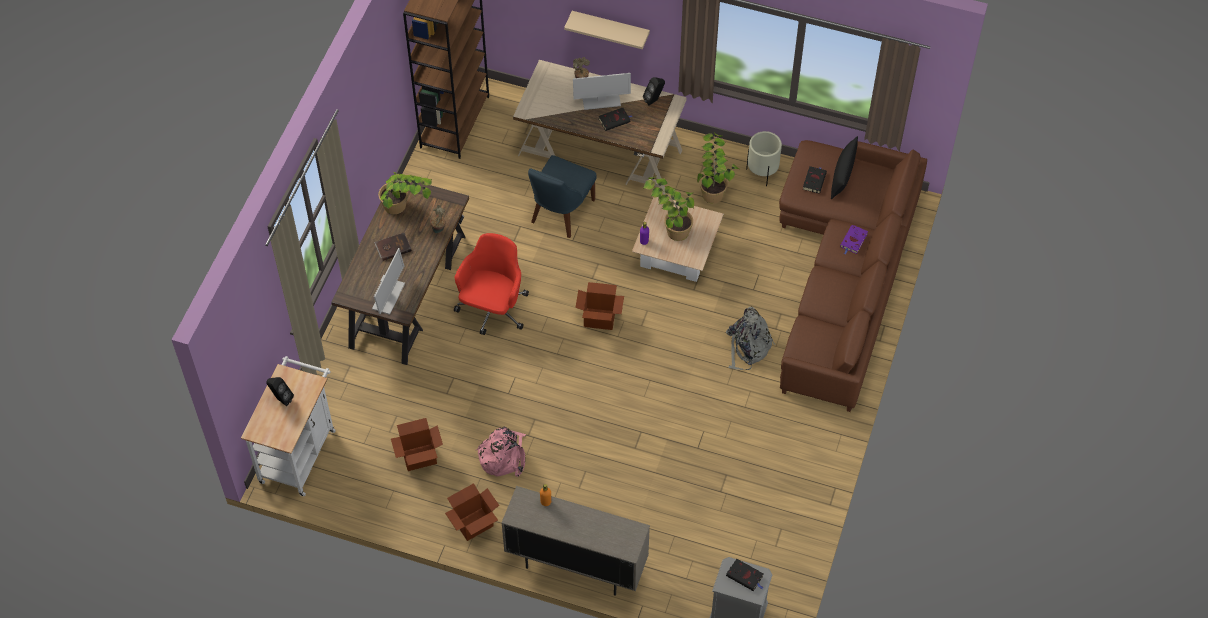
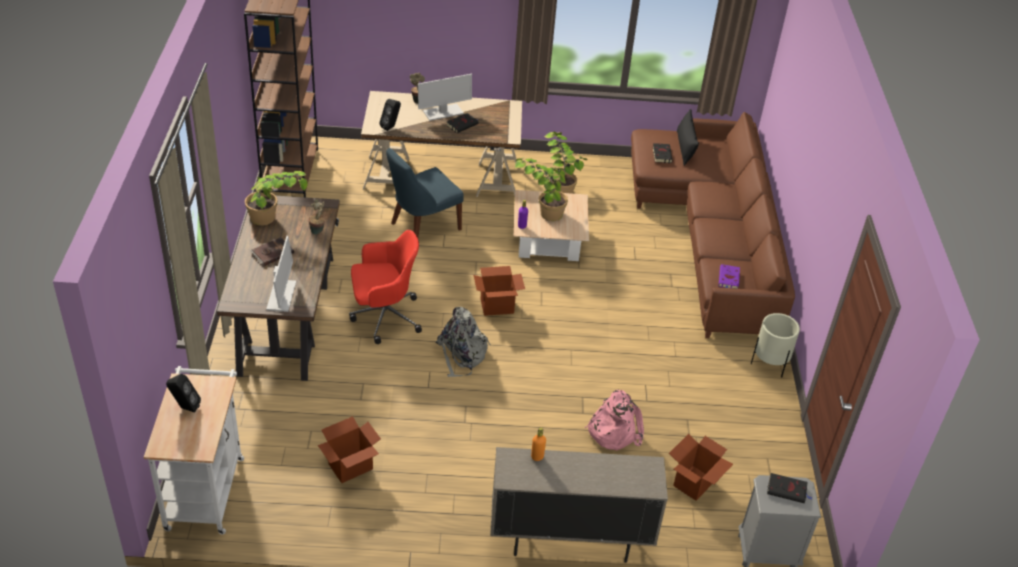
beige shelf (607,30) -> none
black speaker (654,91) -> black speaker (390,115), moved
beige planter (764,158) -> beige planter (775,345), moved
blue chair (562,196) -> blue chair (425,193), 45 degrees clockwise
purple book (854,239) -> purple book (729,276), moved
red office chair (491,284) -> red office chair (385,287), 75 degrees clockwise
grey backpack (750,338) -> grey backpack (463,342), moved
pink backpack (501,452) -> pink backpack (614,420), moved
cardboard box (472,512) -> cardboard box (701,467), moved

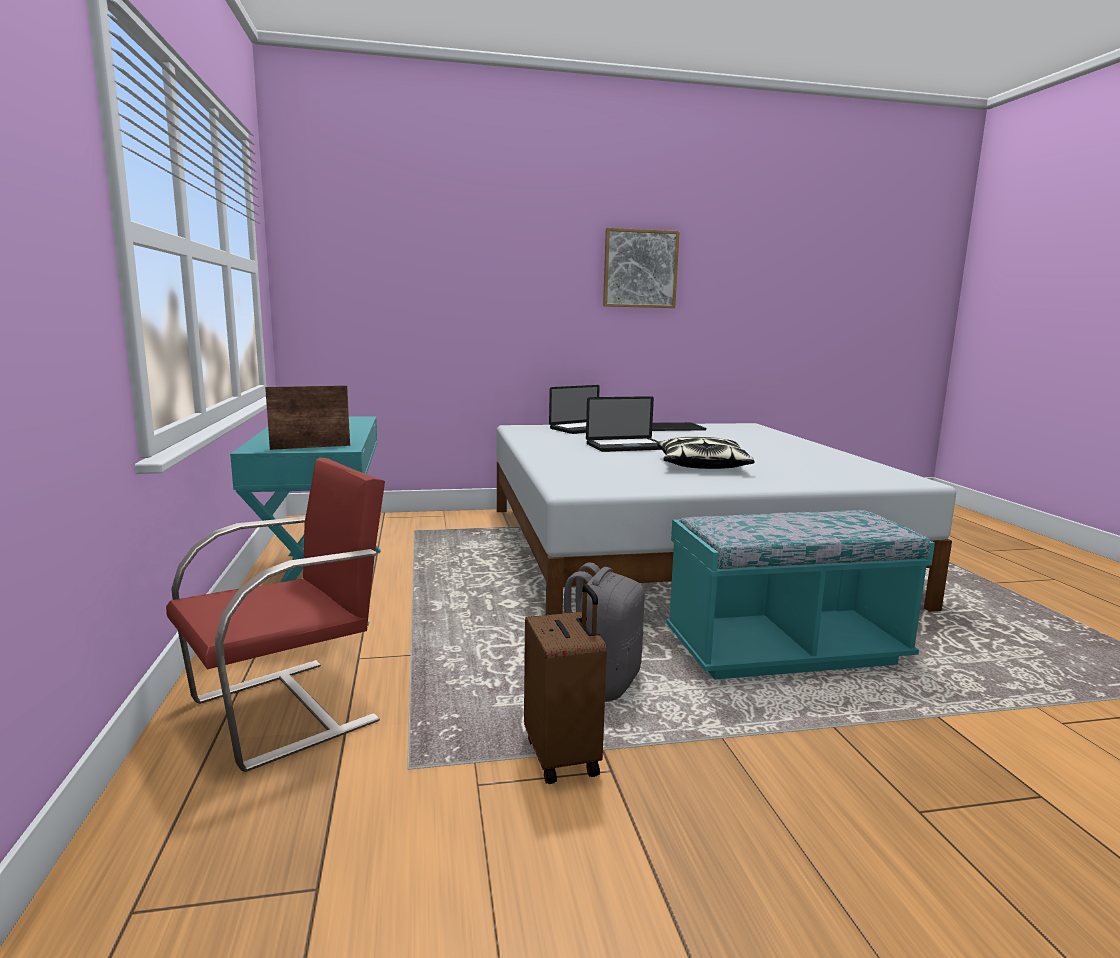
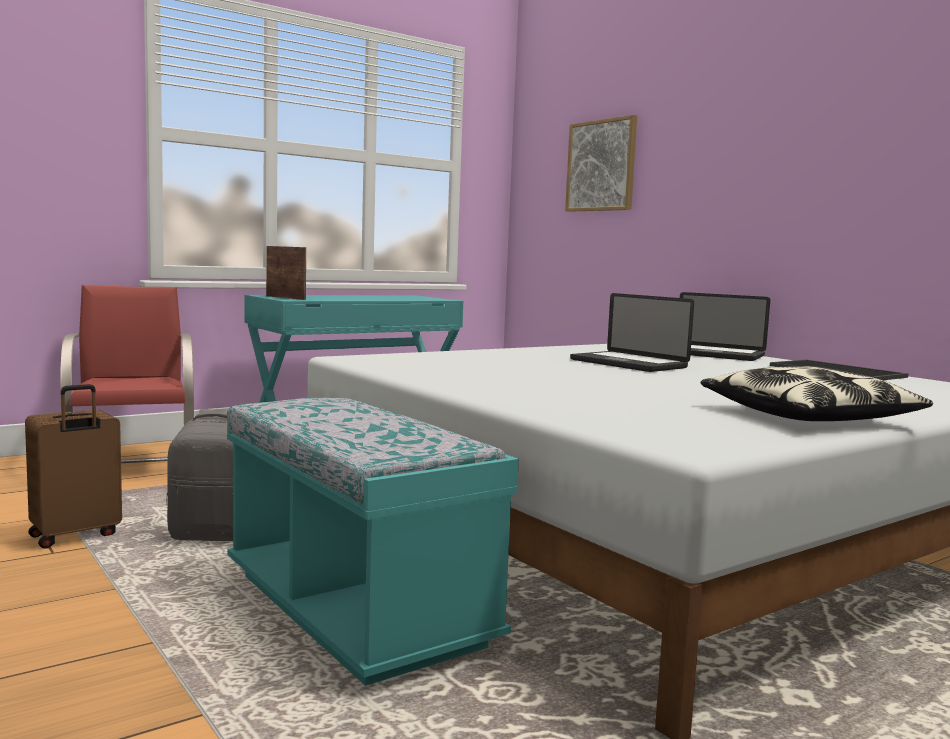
picture (641,268) -> picture (601,163), moved
pillow (706,453) -> pillow (817,393), moved
red chair (275,614) -> red chair (127,374), 135 degrees counterclockwise

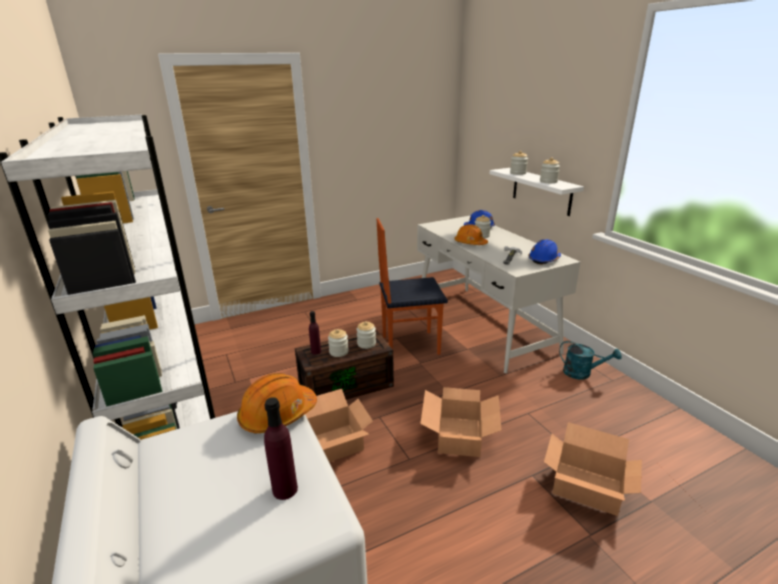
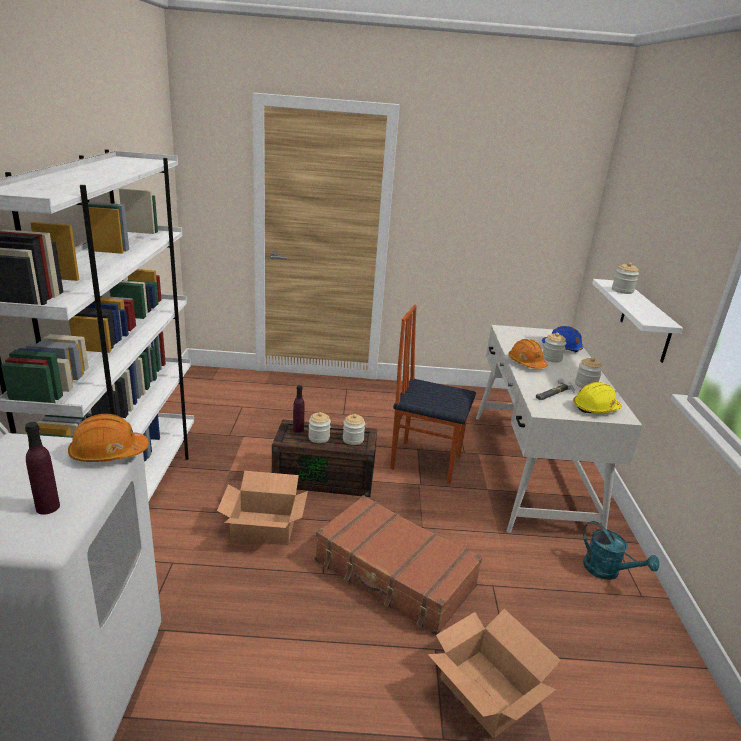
jar (550,170) -> jar (589,372), moved
blue hard hat (545,251) -> yellow hard hat (597,397)
cardboard box (461,422) -> brown suitcase (398,565)

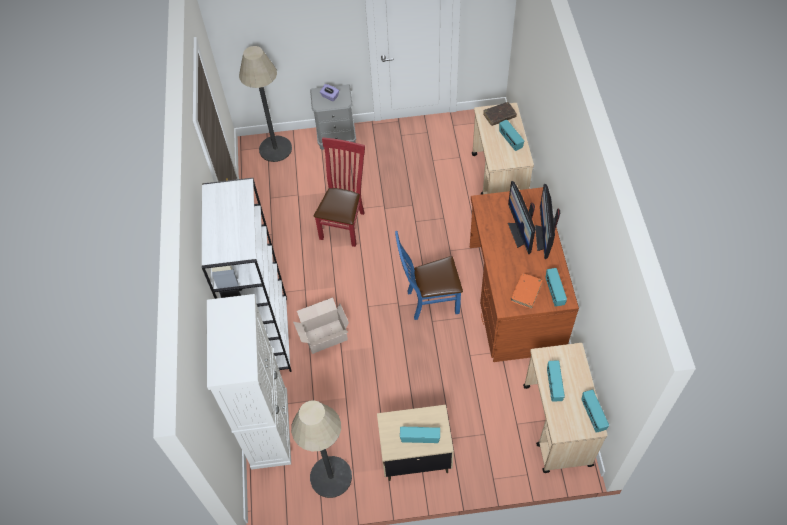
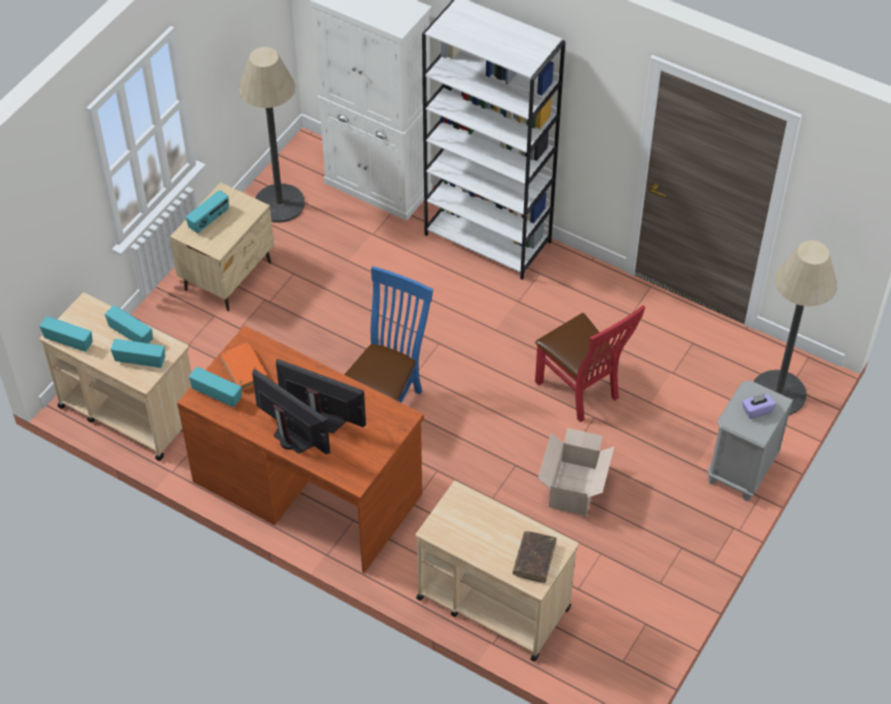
radio (511,135) -> radio (138,353), moved
cardboard box (321,325) -> cardboard box (576,472), moved

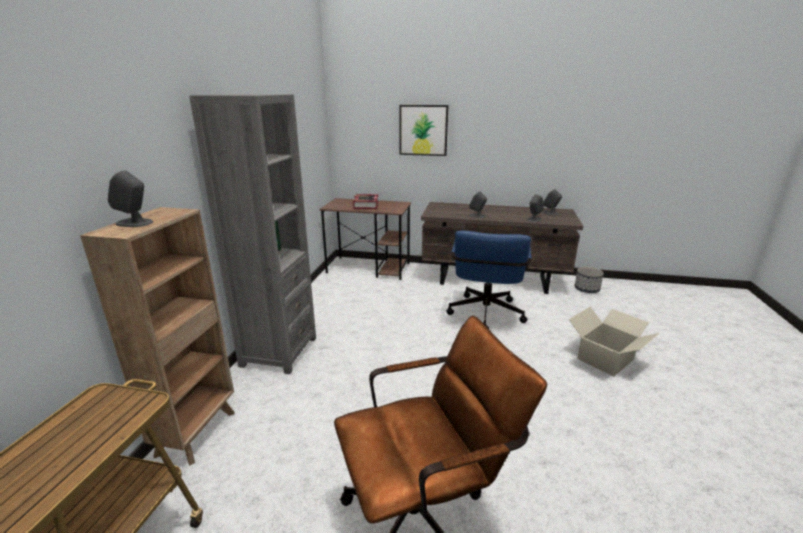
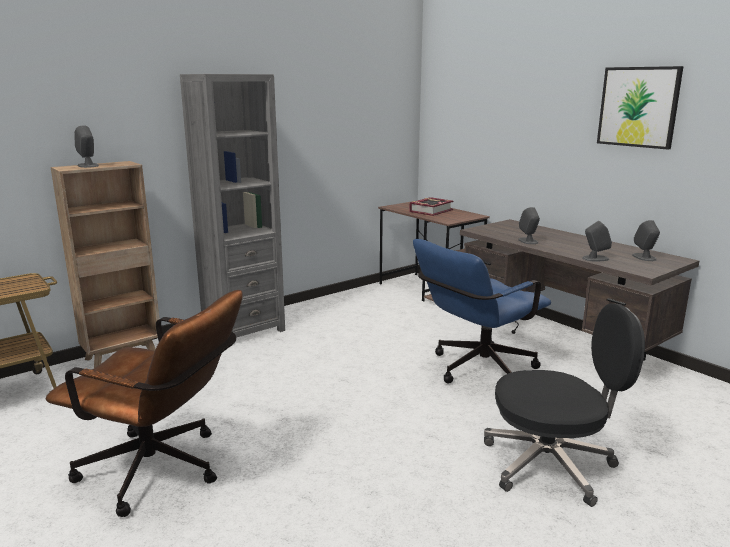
picture (424,130) -> picture (640,108), moved
planter (589,280) -> none
cardboard box (614,342) -> black office chair (564,405)

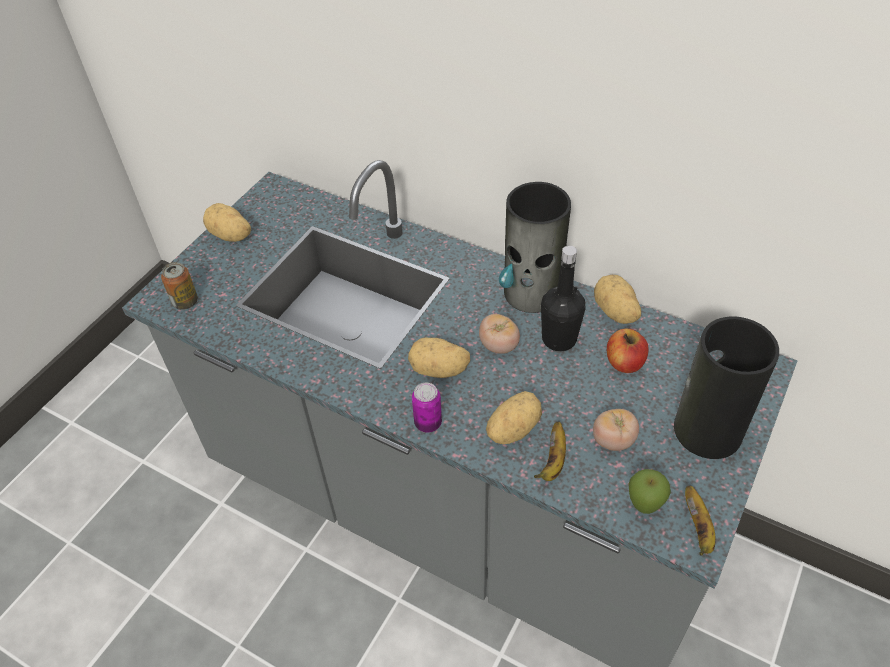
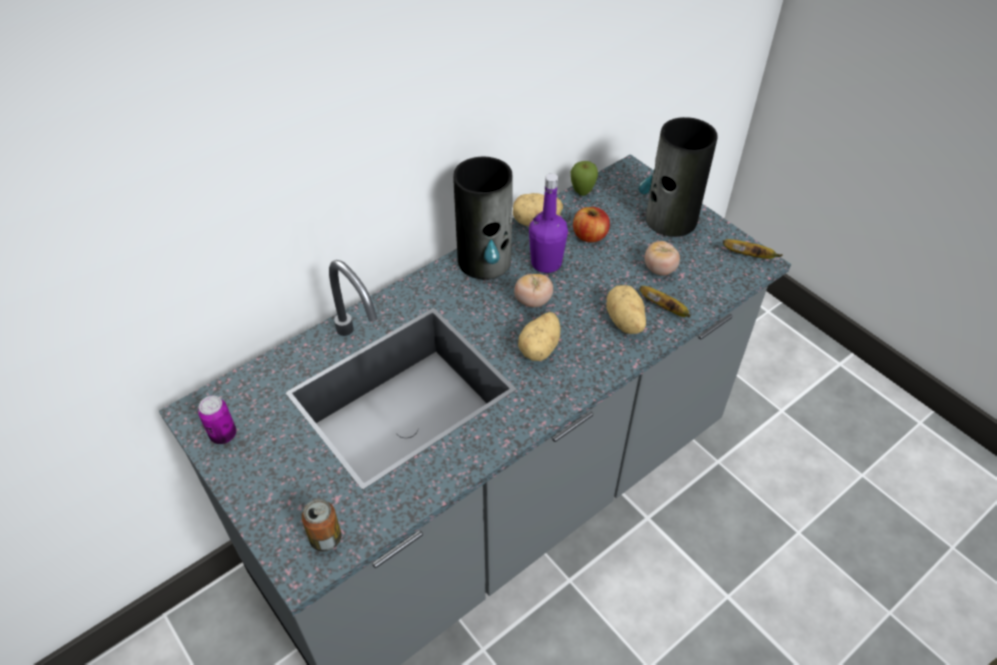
potato (227,222) -> none
black bottle (563,298) -> purple bottle (548,223)
can (427,408) -> can (217,420), moved
apple (650,491) -> apple (584,178), moved

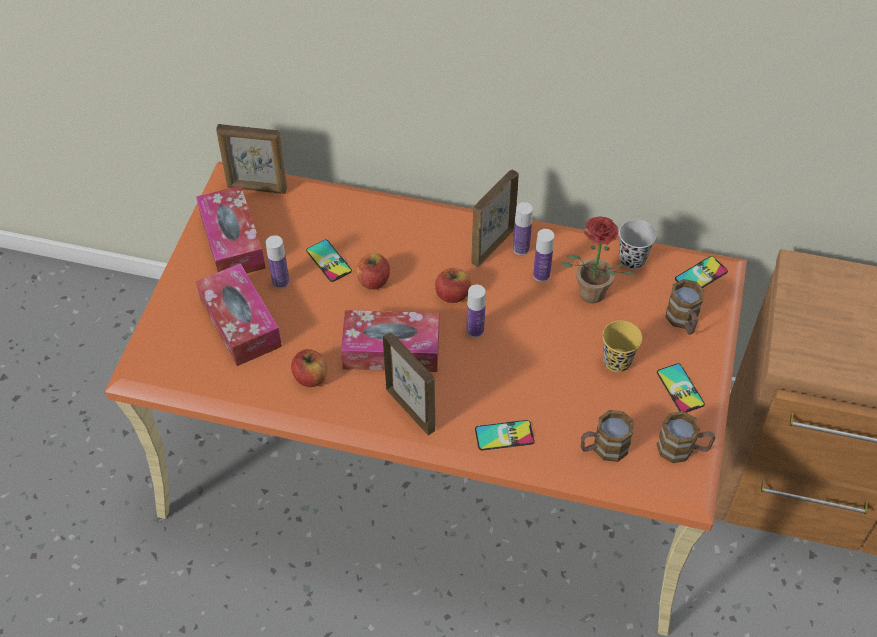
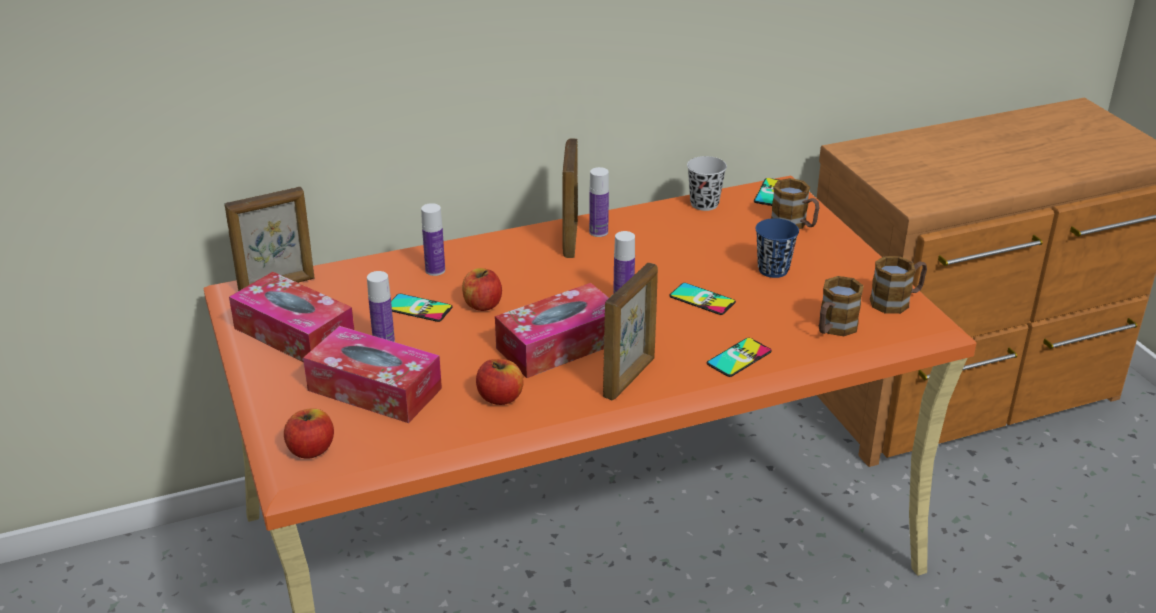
potted plant (598,260) -> none
bottle (543,255) -> bottle (433,239), moved
apple (453,285) -> apple (309,433), moved
yellow cup (622,346) -> blue cup (777,248)
picture frame (409,383) -> picture frame (630,331), 105 degrees clockwise
phone (681,388) -> phone (703,299), moved

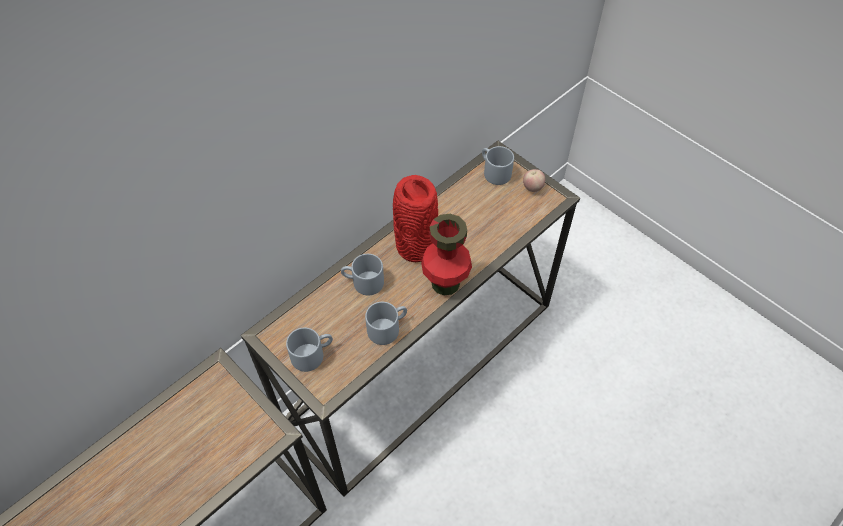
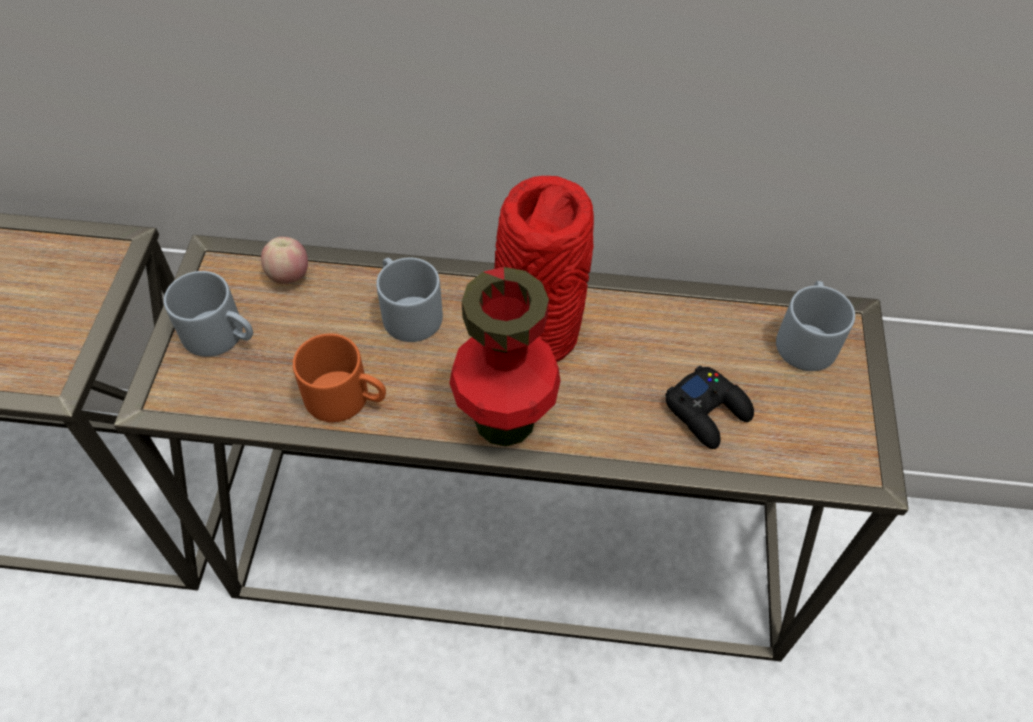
apple (534,180) -> apple (284,260), moved
grey mug (386,323) -> orange mug (339,378)
none -> black game controller (710,407)

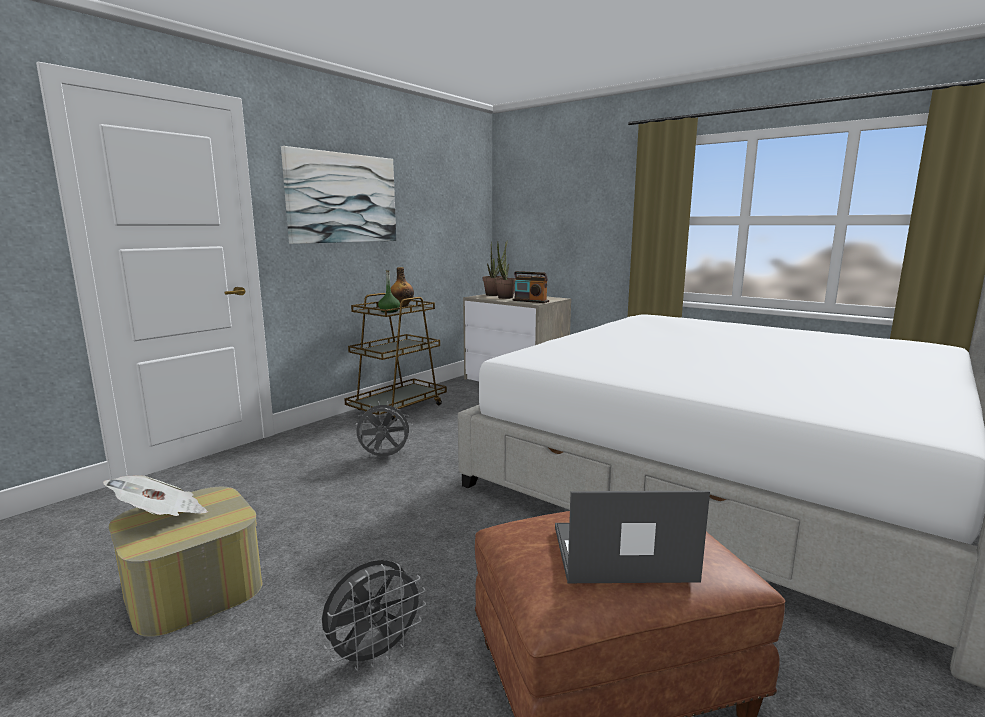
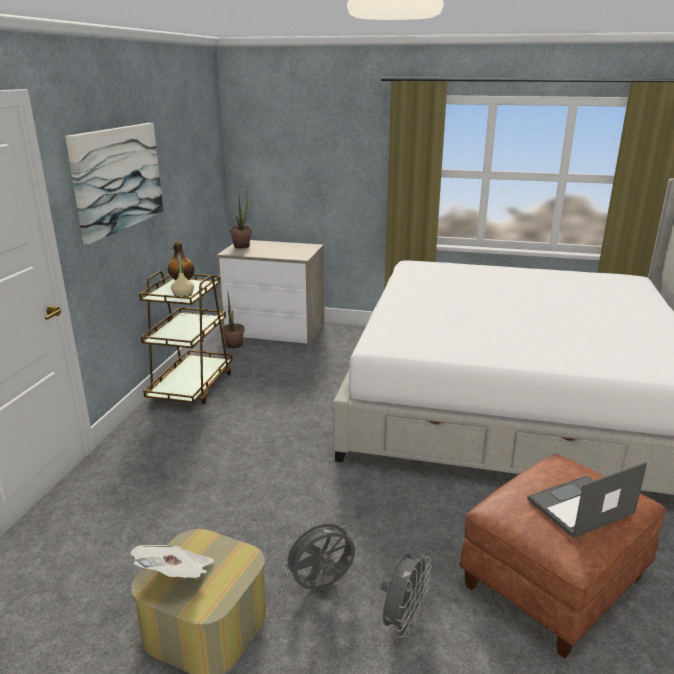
potted plant (505,270) -> potted plant (233,319), moved
green bottle (389,291) -> beige bottle (182,275)
radio (531,287) -> none
grey fan (384,428) -> grey fan (318,553), moved

